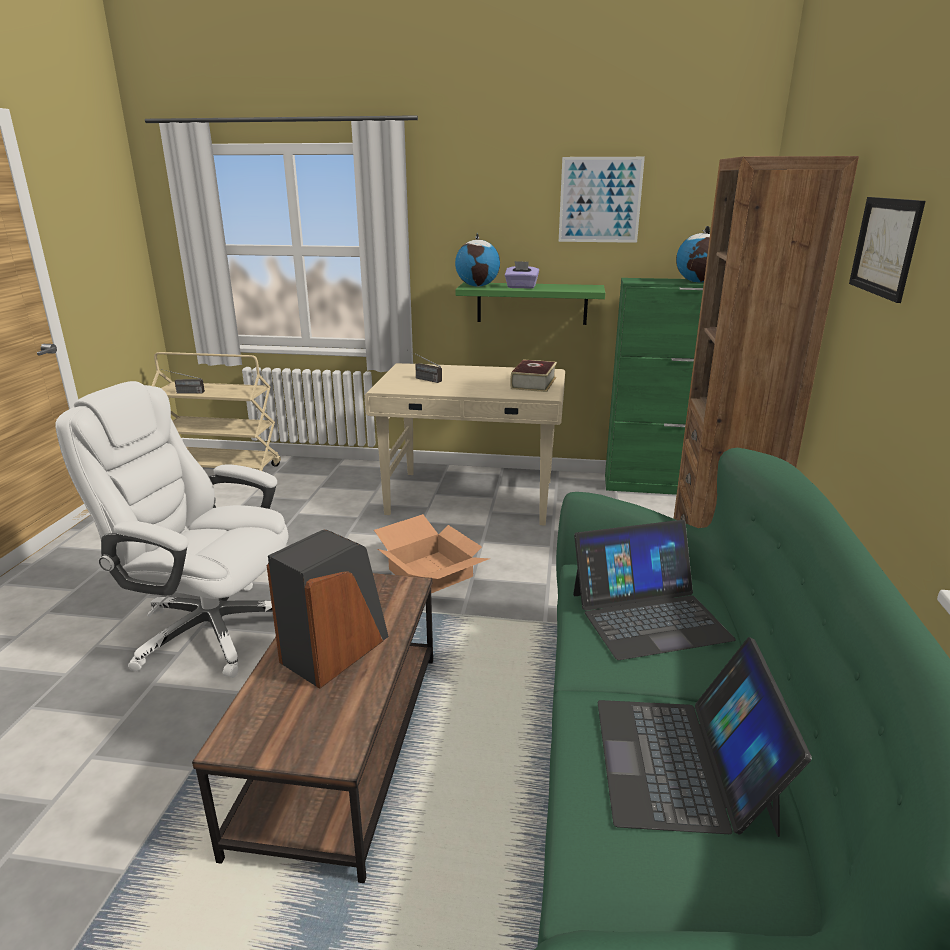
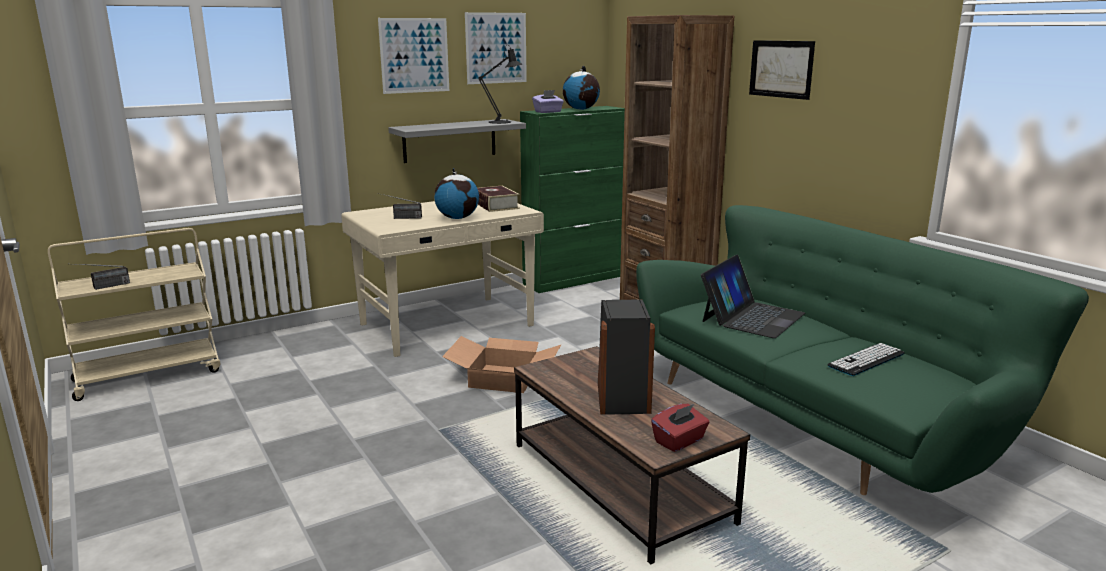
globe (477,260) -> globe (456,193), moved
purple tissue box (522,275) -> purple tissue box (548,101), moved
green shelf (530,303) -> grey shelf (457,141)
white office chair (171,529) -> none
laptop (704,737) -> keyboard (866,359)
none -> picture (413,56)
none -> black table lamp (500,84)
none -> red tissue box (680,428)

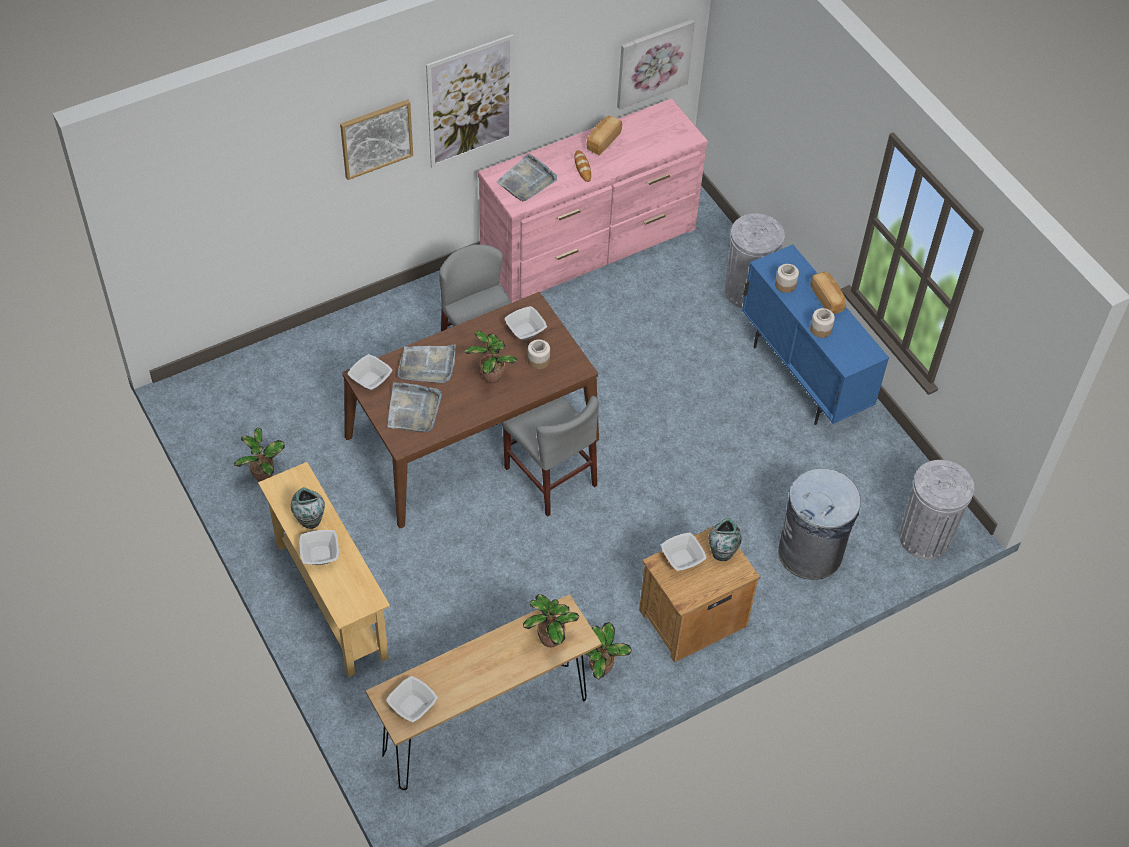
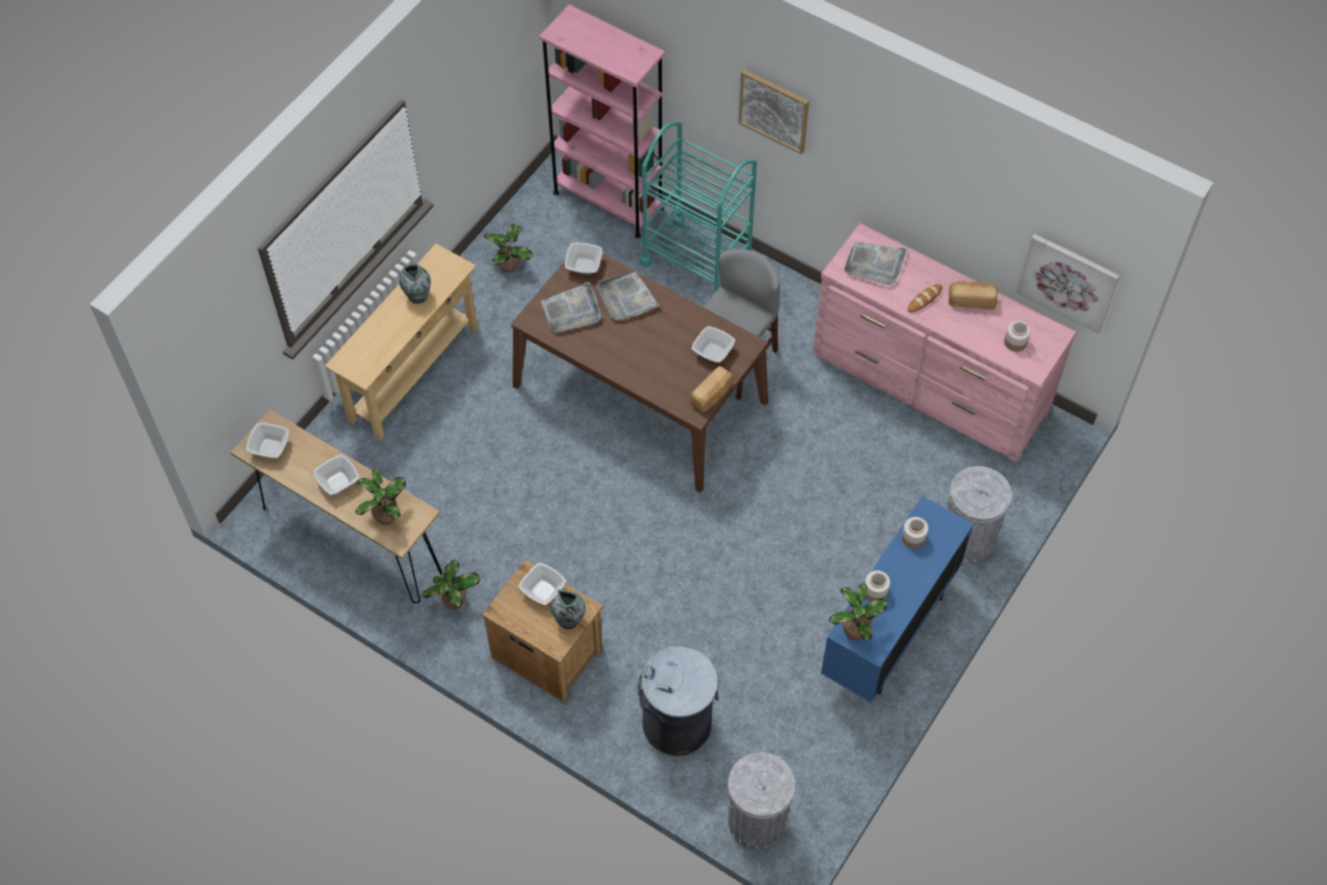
picture (469,101) -> none
bread (828,293) -> bread (711,389), moved
potted plant (490,357) -> potted plant (858,612), moved
jar (539,355) -> jar (1017,336), moved
grey chair (550,456) -> none
bowl (319,547) -> bowl (336,474), moved
none -> pink bookcase (602,121)
none -> turquoise cart (698,210)

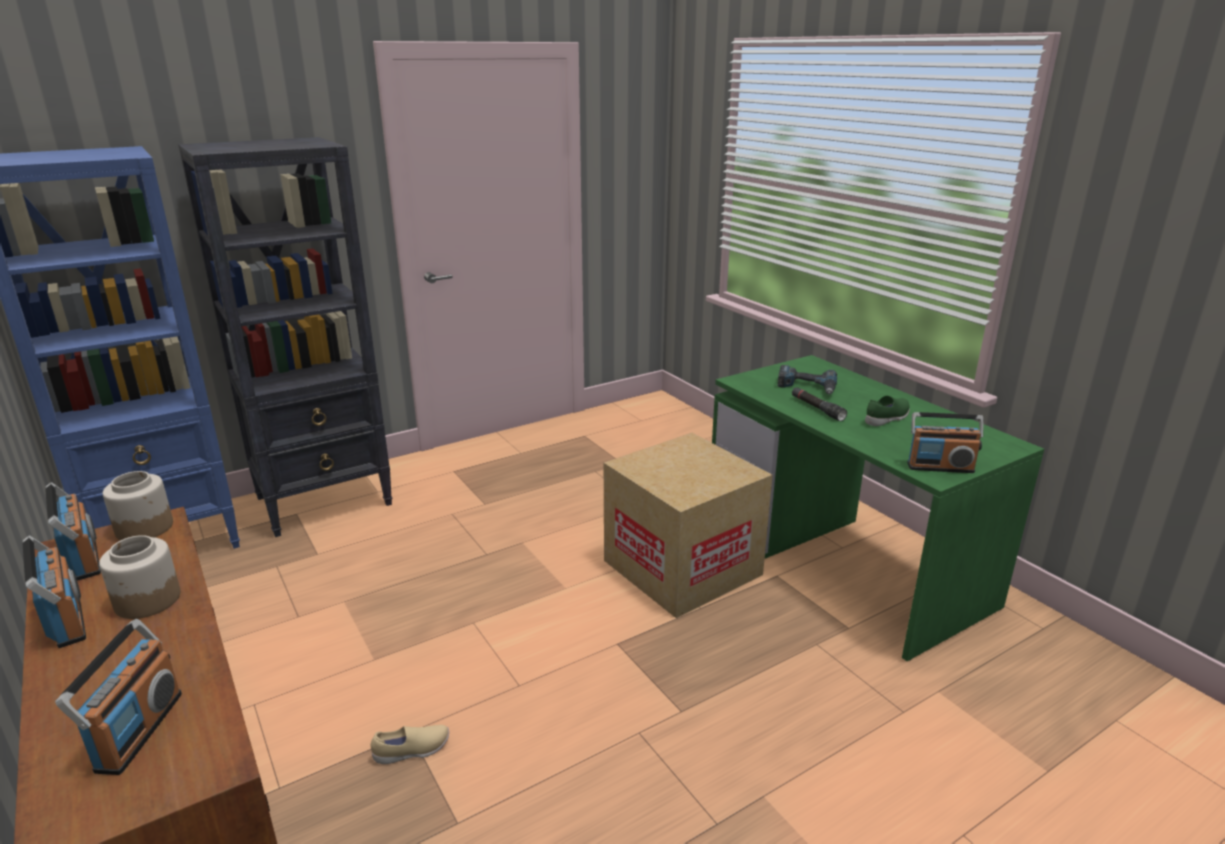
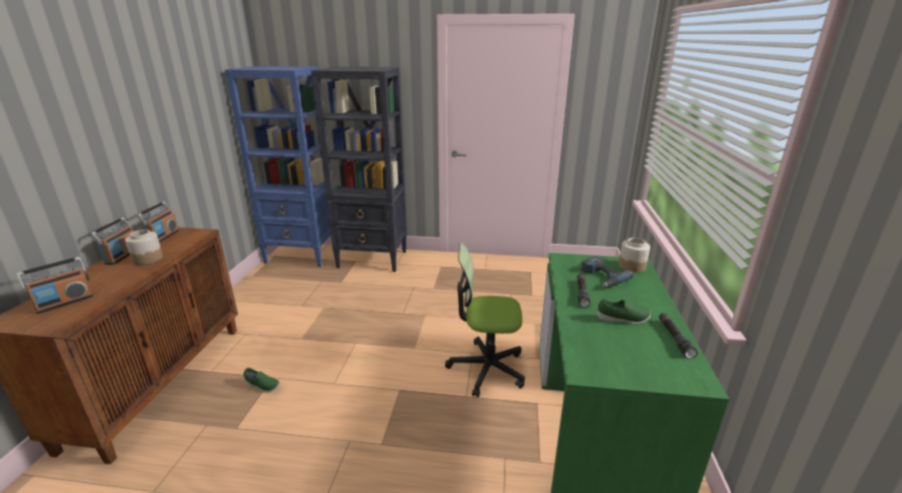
radio (945,442) -> none
cardboard box (688,525) -> office chair (485,320)
jar (138,506) -> jar (634,255), moved
beige shoe (410,744) -> green shoe (262,380)
none -> black flashlight (678,336)

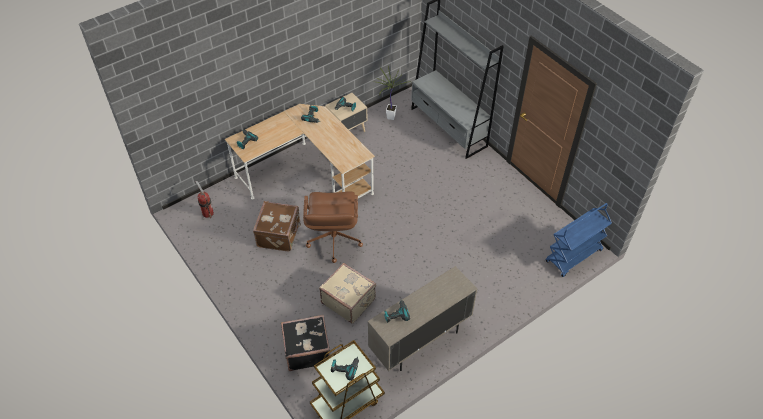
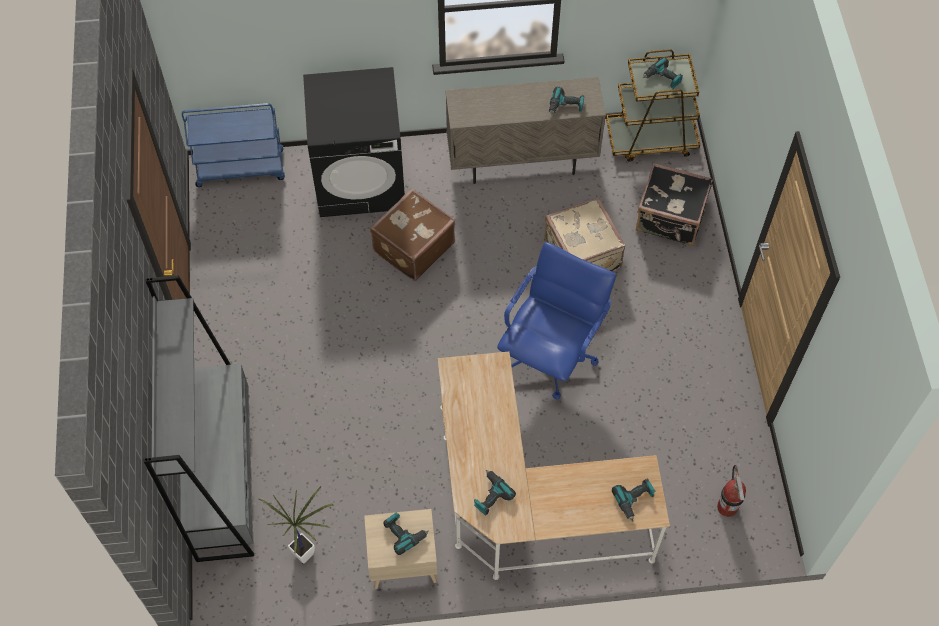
brown office chair (333,227) -> blue office chair (556,320)
brown suitcase (277,226) -> brown suitcase (412,234), moved
none -> black washing machine (354,142)

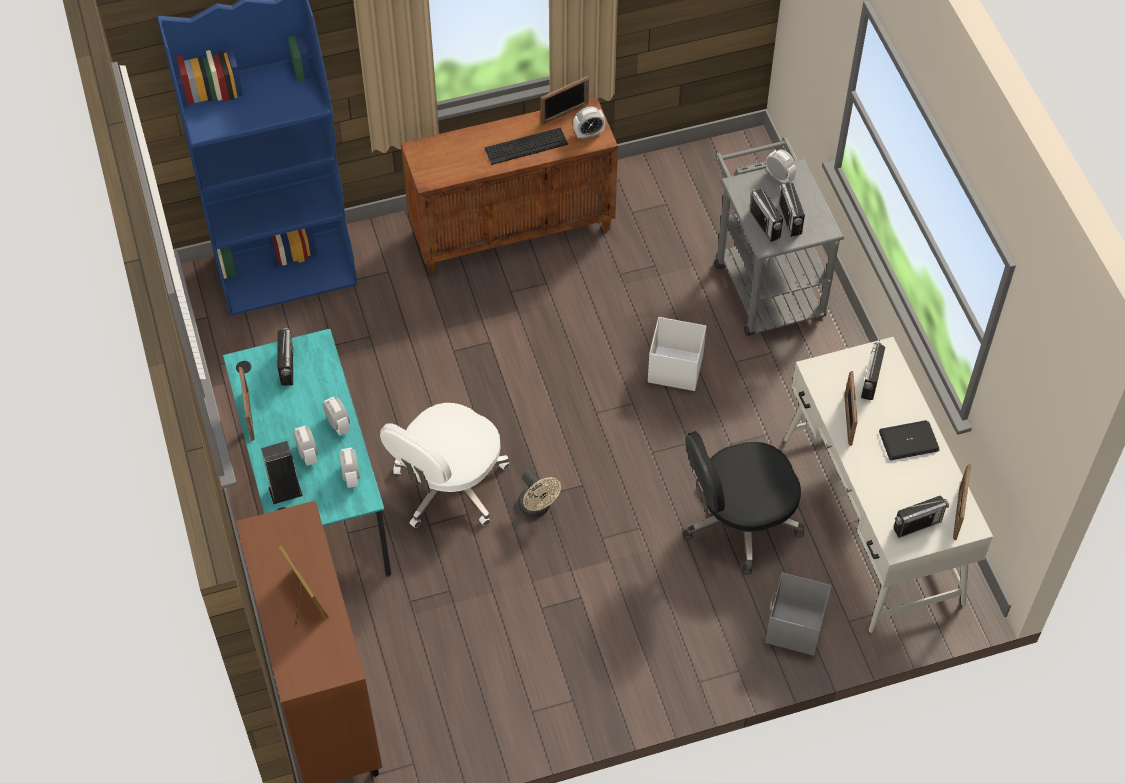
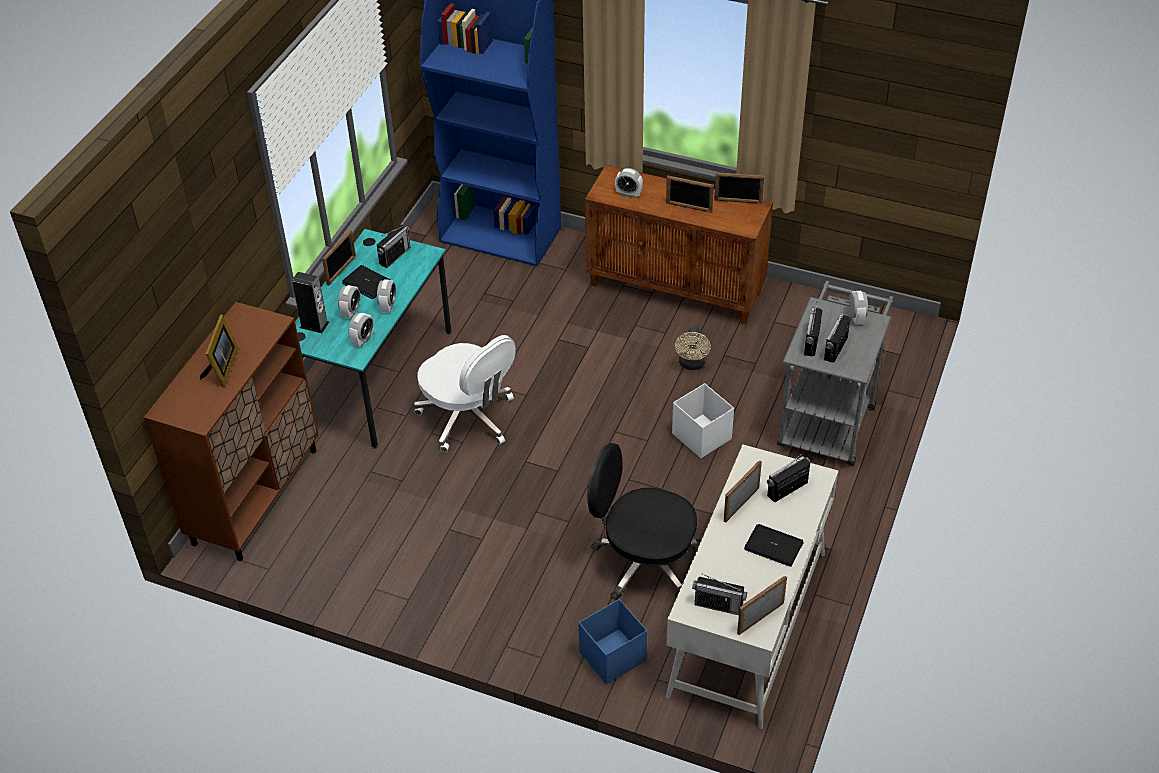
alarm clock (589,123) -> alarm clock (629,183), moved
keyboard (526,146) -> picture frame (690,194)
white office chair (445,465) -> white office chair (464,393), 120 degrees counterclockwise
beige fan (539,494) -> beige fan (693,348), moved
grey storage box (798,614) -> blue storage box (612,641)
none -> laptop (366,282)

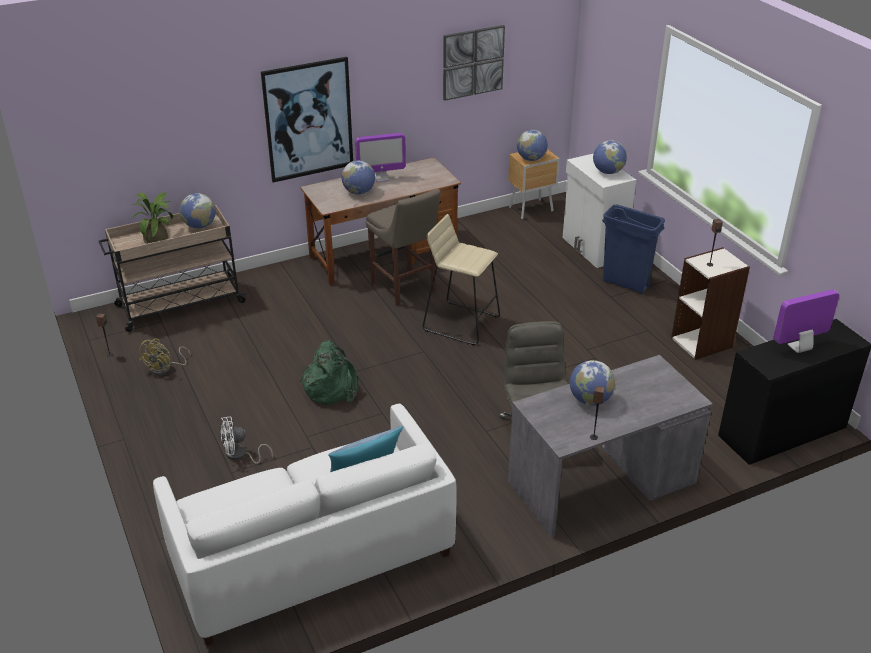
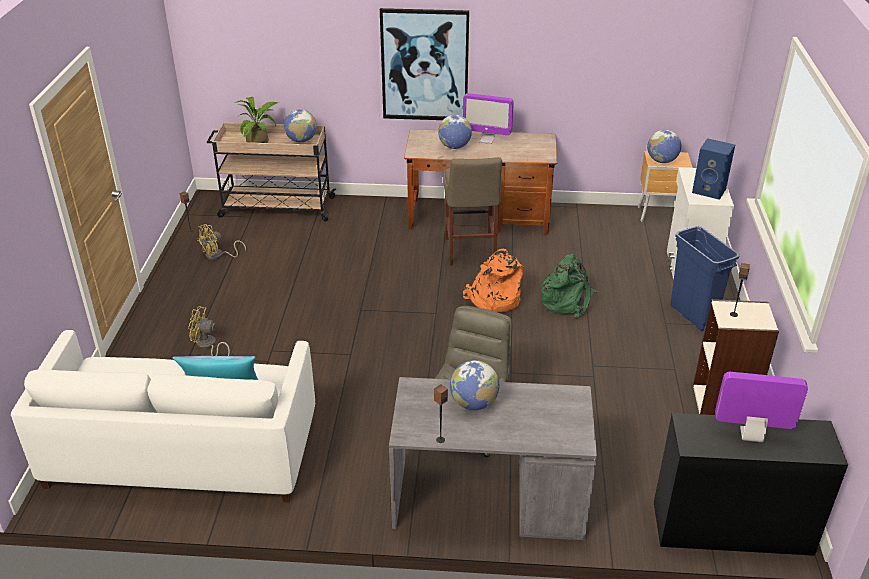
picture (474,63) -> none
globe (610,157) -> blue speaker (713,169)
beige stool (461,280) -> orange backpack (493,280)
green backpack (329,372) -> green backpack (569,286), moved
white fan (246,440) -> yellow fan (209,331)

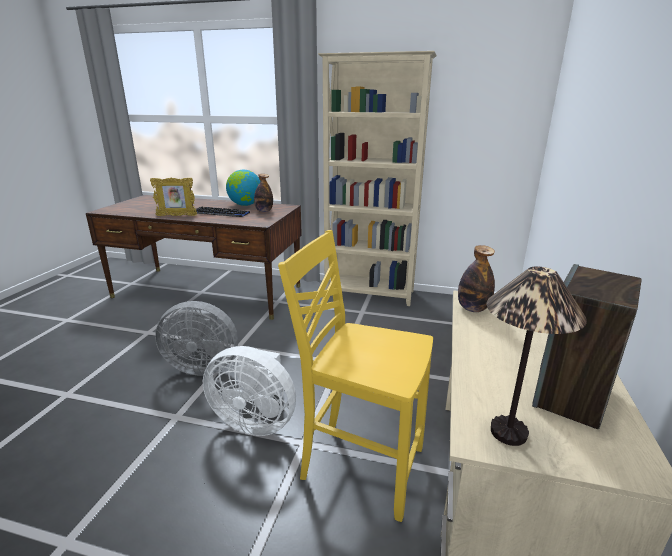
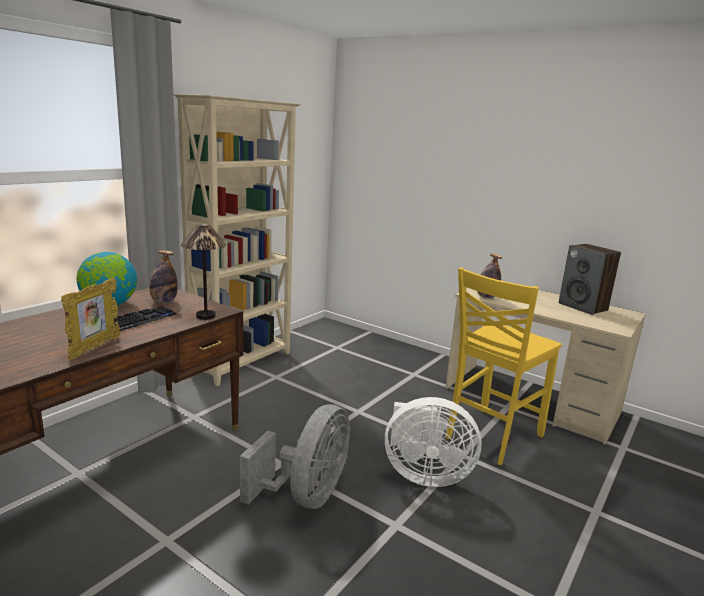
table lamp (536,356) -> table lamp (204,272), moved
white fan (249,391) -> white fan (433,442), 60 degrees clockwise

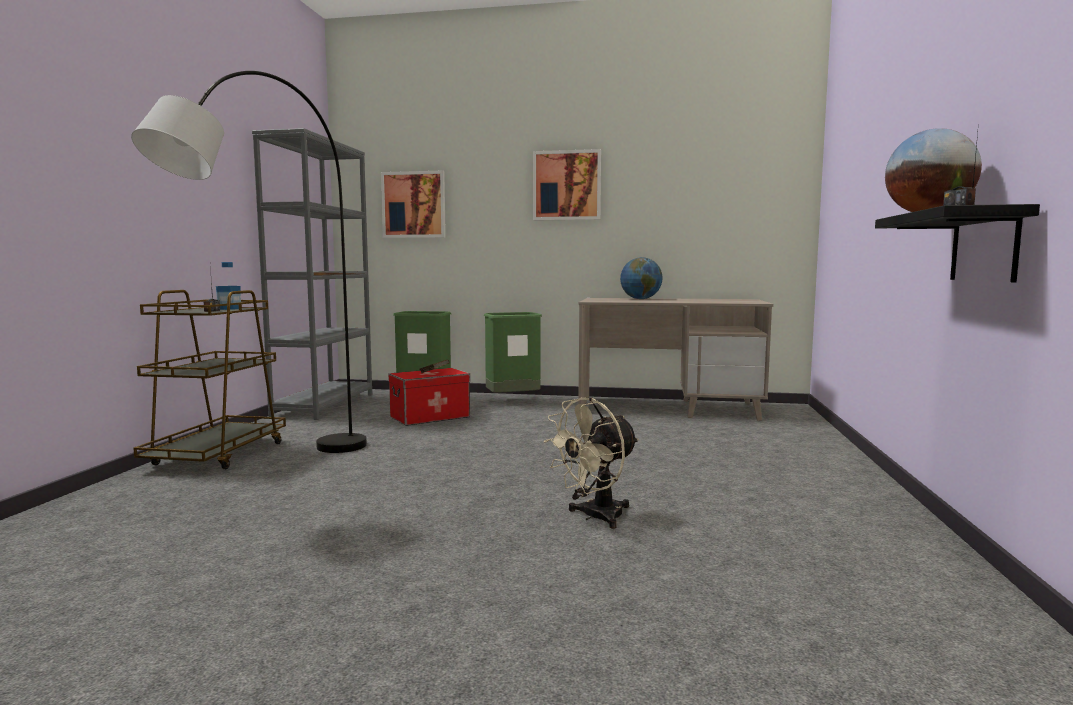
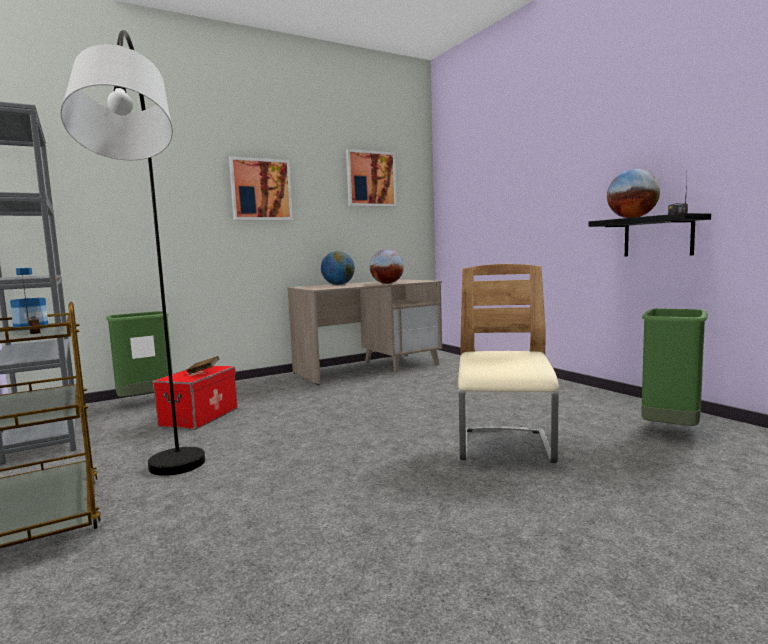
picture (413,204) -> picture (371,178), moved
green trash can (513,352) -> green trash can (674,367), moved
beige fan (591,463) -> beige chair (508,363)
none -> globe (387,266)

